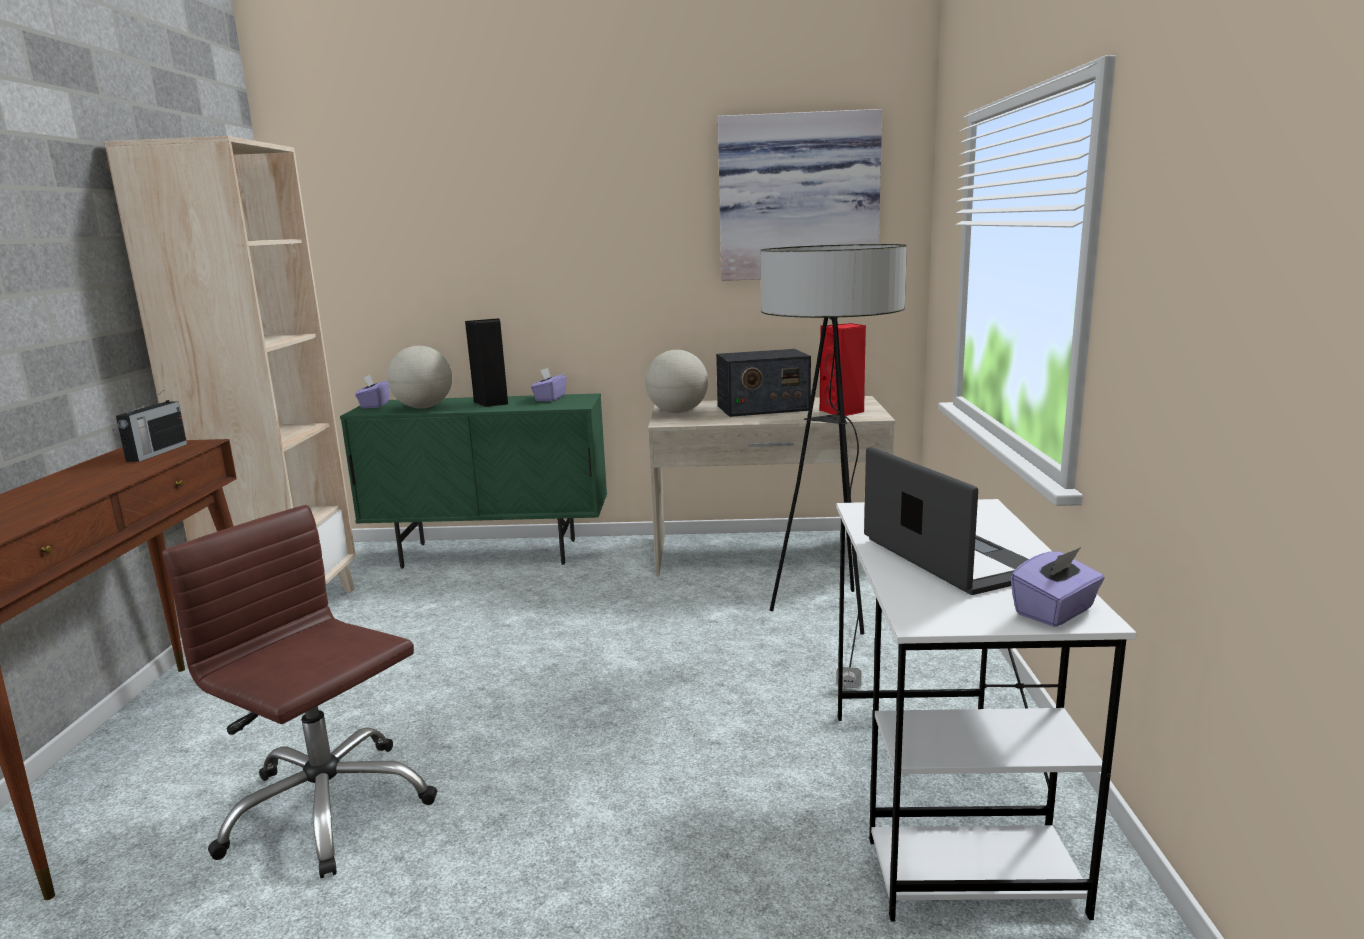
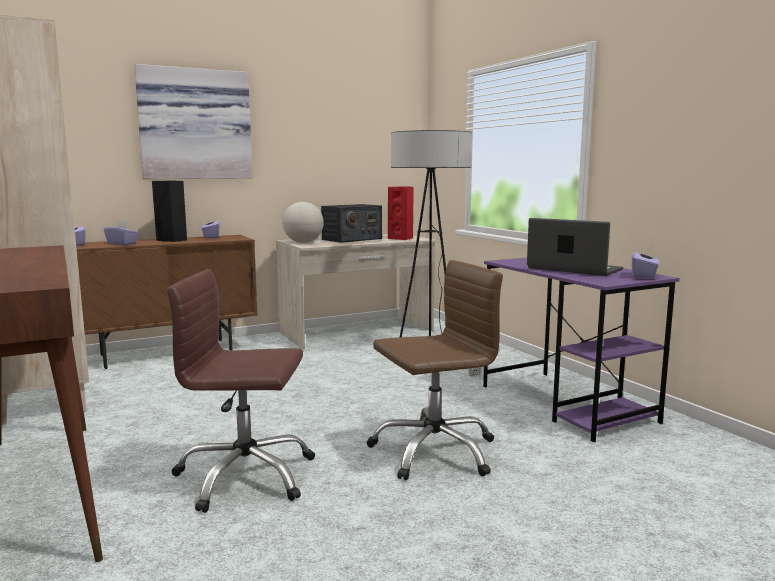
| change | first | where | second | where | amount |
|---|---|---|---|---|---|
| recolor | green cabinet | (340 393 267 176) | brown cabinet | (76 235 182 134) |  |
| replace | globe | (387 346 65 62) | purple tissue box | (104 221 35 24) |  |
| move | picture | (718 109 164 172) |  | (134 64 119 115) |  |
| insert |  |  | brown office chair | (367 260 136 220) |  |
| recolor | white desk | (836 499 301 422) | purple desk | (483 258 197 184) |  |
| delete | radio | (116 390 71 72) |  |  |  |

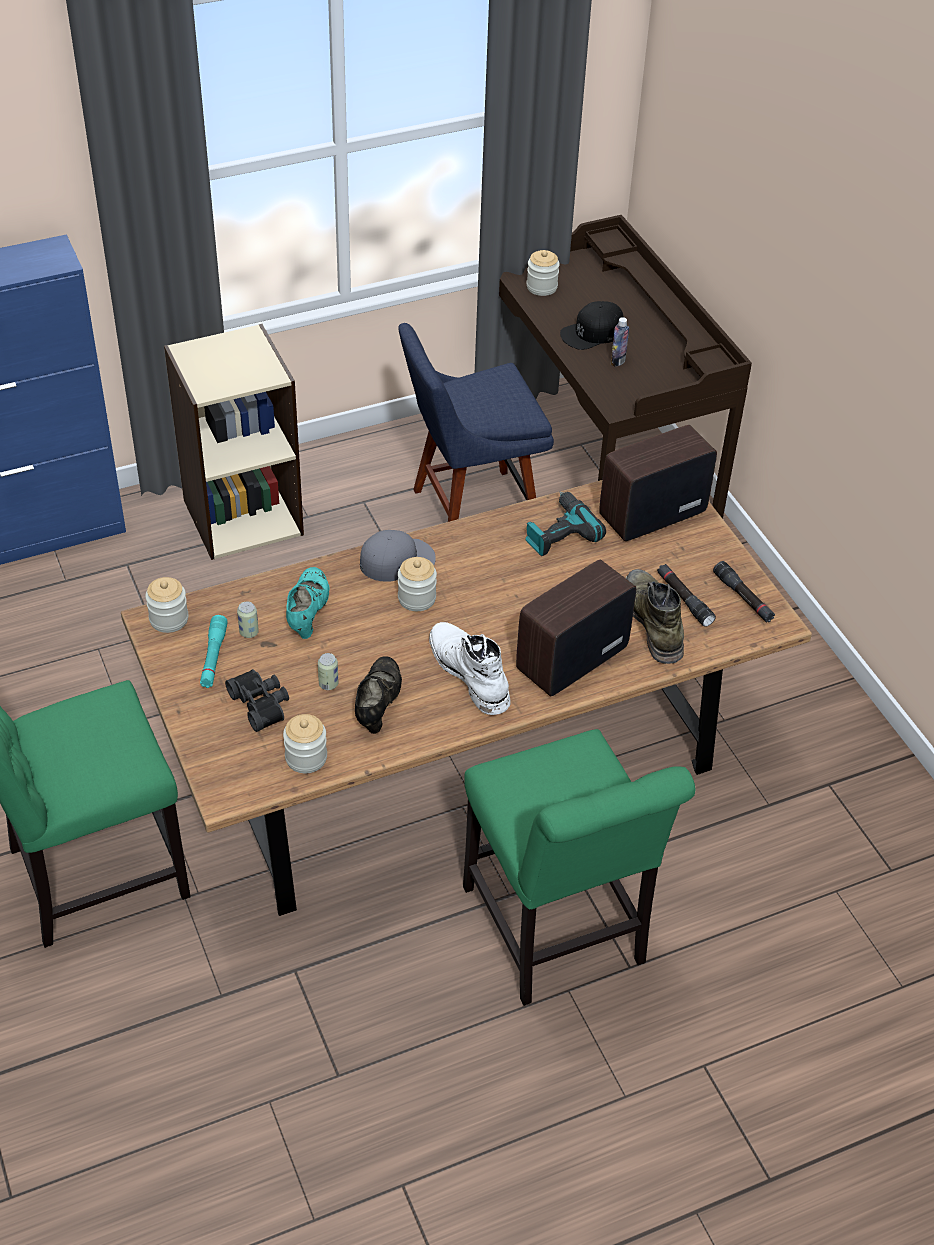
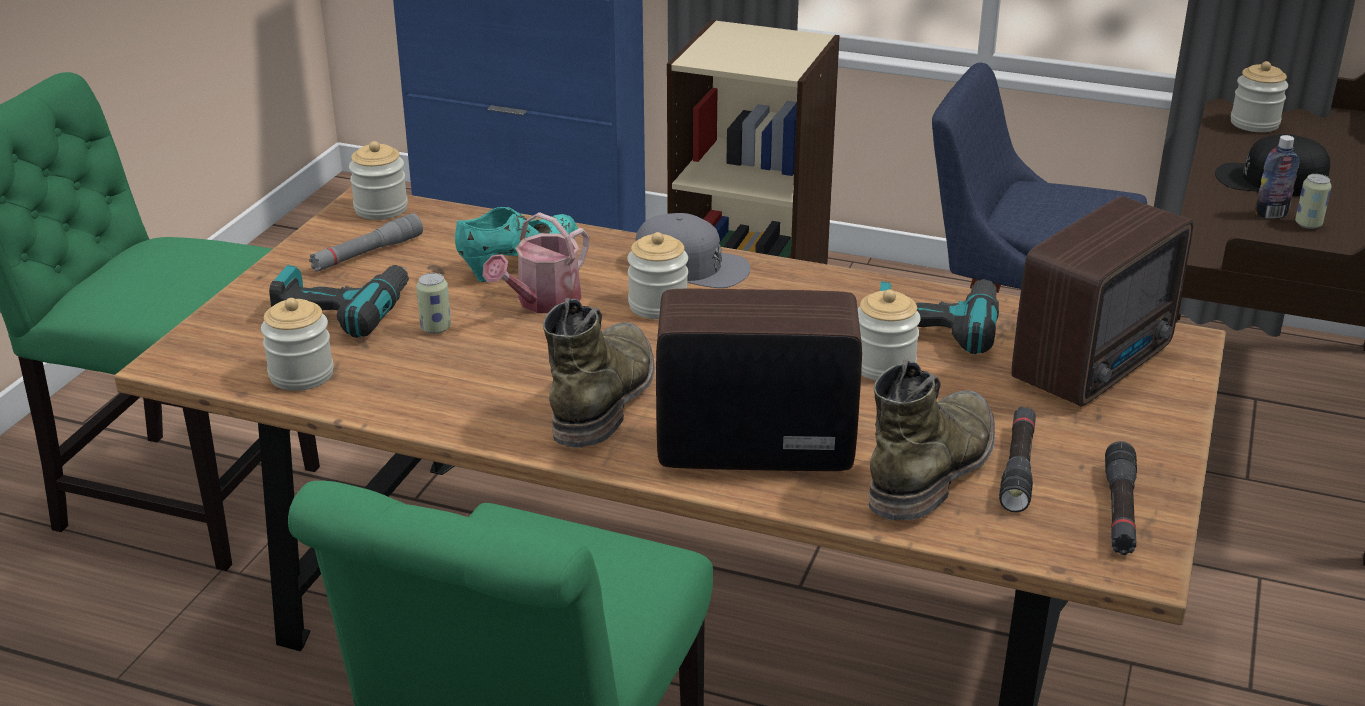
| change | first | where | second | where | amount |
|---|---|---|---|---|---|
| replace | black binoculars | (225 669 64 63) | power drill | (269 265 140 73) |  |
| recolor | turquoise flashlight | (200 615 27 73) | grey flashlight | (309 213 114 59) |  |
| insert |  |  | watering can | (482 212 107 101) |  |
| recolor | white boot | (429 622 82 93) | green boot | (543 298 112 150) |  |
| insert |  |  | jar | (858 289 63 92) |  |
| rotate | radio | (599 425 118 116) |  | (1012 196 181 211) | 120 degrees clockwise |
| move | can | (237 601 22 37) |  | (1295 174 37 55) |  |
| delete | black shoe | (355 656 47 78) |  |  |  |

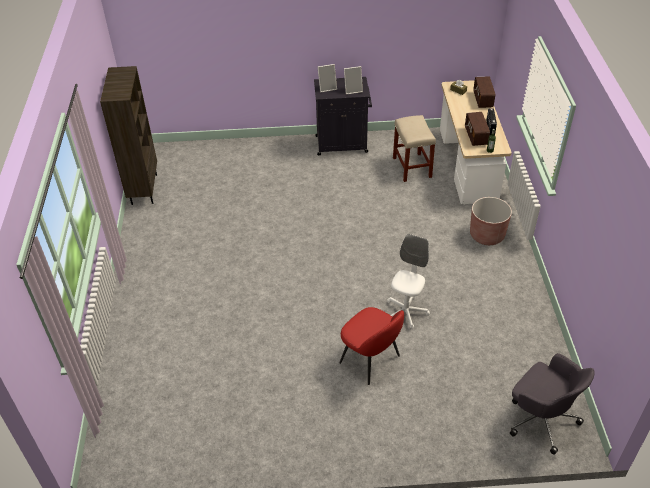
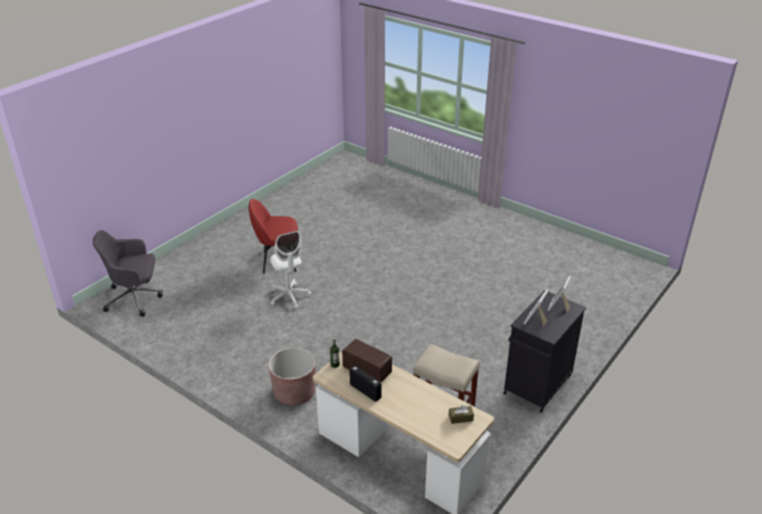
| change | first | where | second | where | amount |
|---|---|---|---|---|---|
| delete | brown bookcase | (100 66 57 139) |  |  |  |
| delete | radio | (473 76 22 32) |  |  |  |

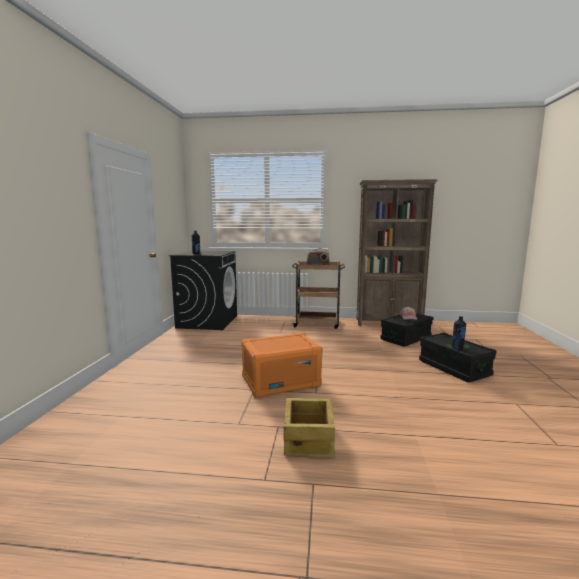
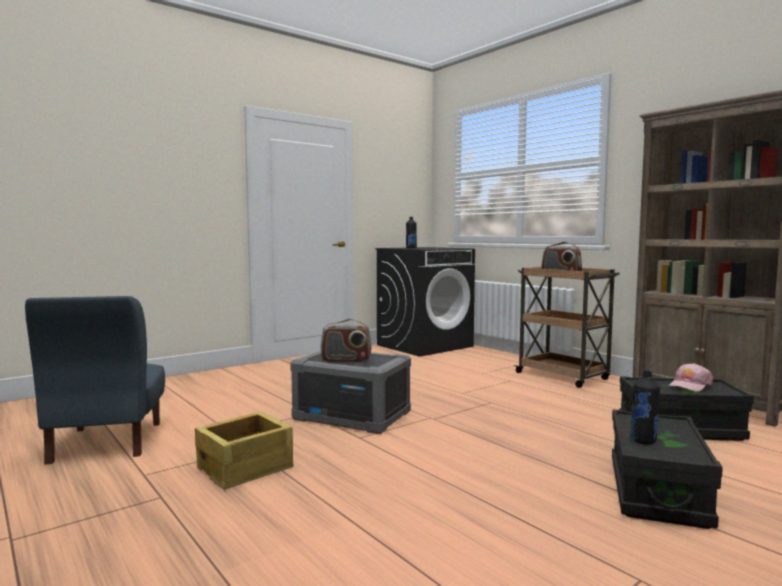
| change | first | where | second | where | amount |
|---|---|---|---|---|---|
| insert |  |  | blue chair | (25 296 140 169) |  |
| recolor | orange storage box | (241 332 81 66) | grey storage box | (290 351 121 83) |  |
| insert |  |  | radio | (321 319 51 44) |  |

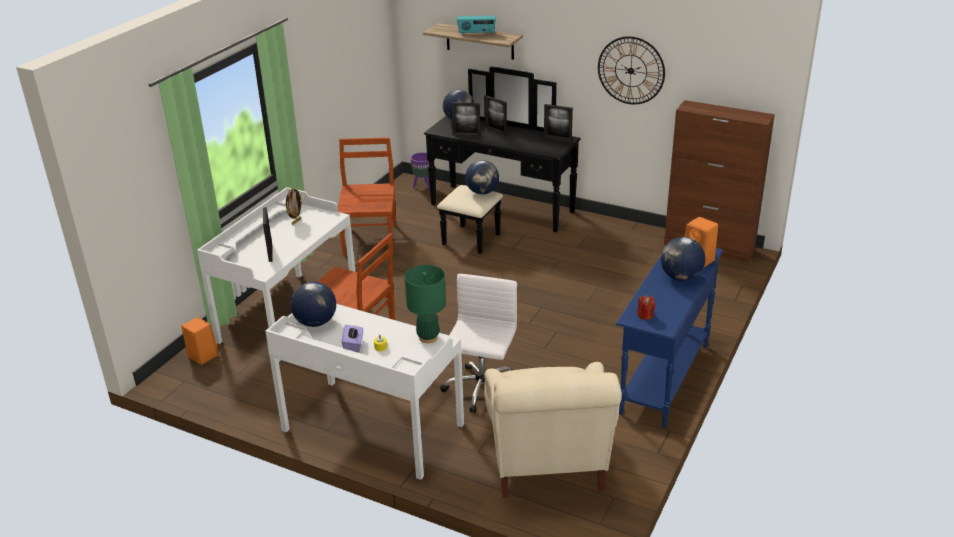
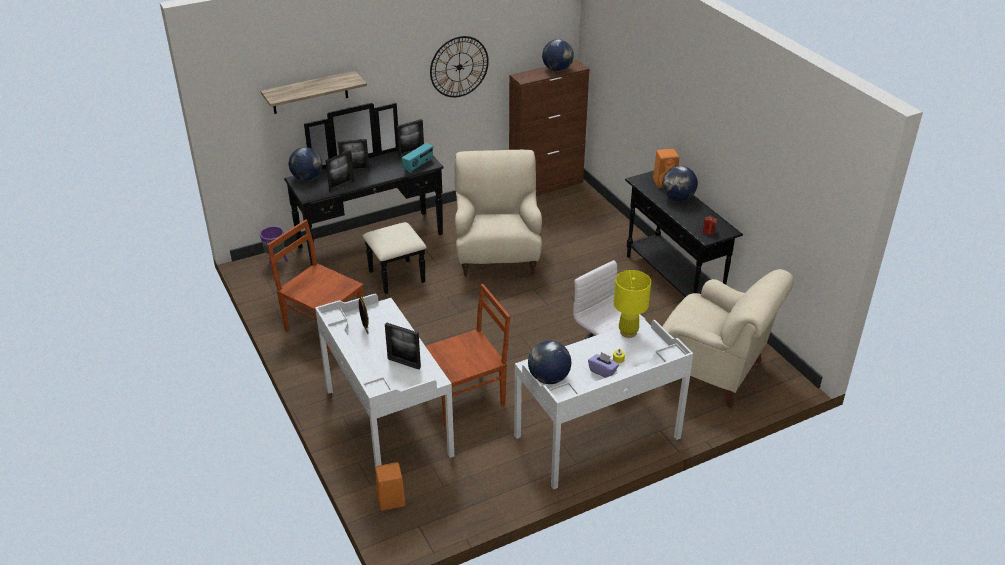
| change | first | where | second | where | amount |
|---|---|---|---|---|---|
| move | radio | (457 16 39 19) |  | (402 143 31 30) |  |
| insert |  |  | beige armchair | (454 150 88 127) |  |
| move | globe | (465 160 34 34) |  | (542 39 32 32) |  |
| recolor | green table lamp | (404 265 42 78) | yellow table lamp | (614 270 37 68) |  |
| recolor | blue console table | (616 239 107 189) | black console table | (625 171 118 126) |  |

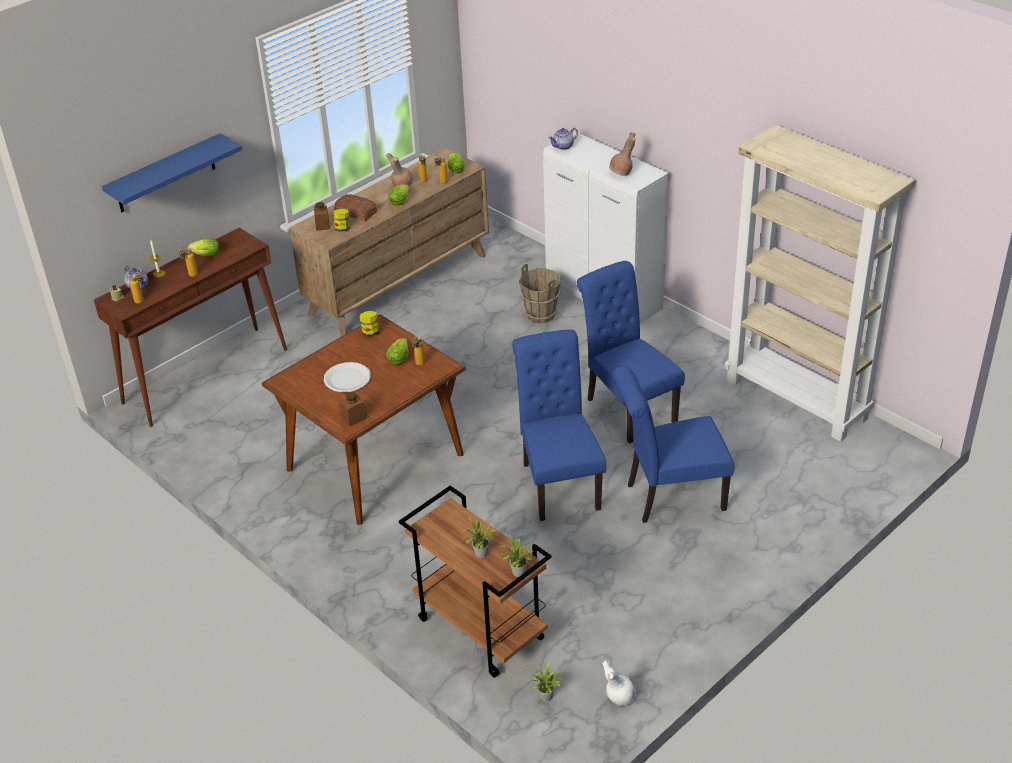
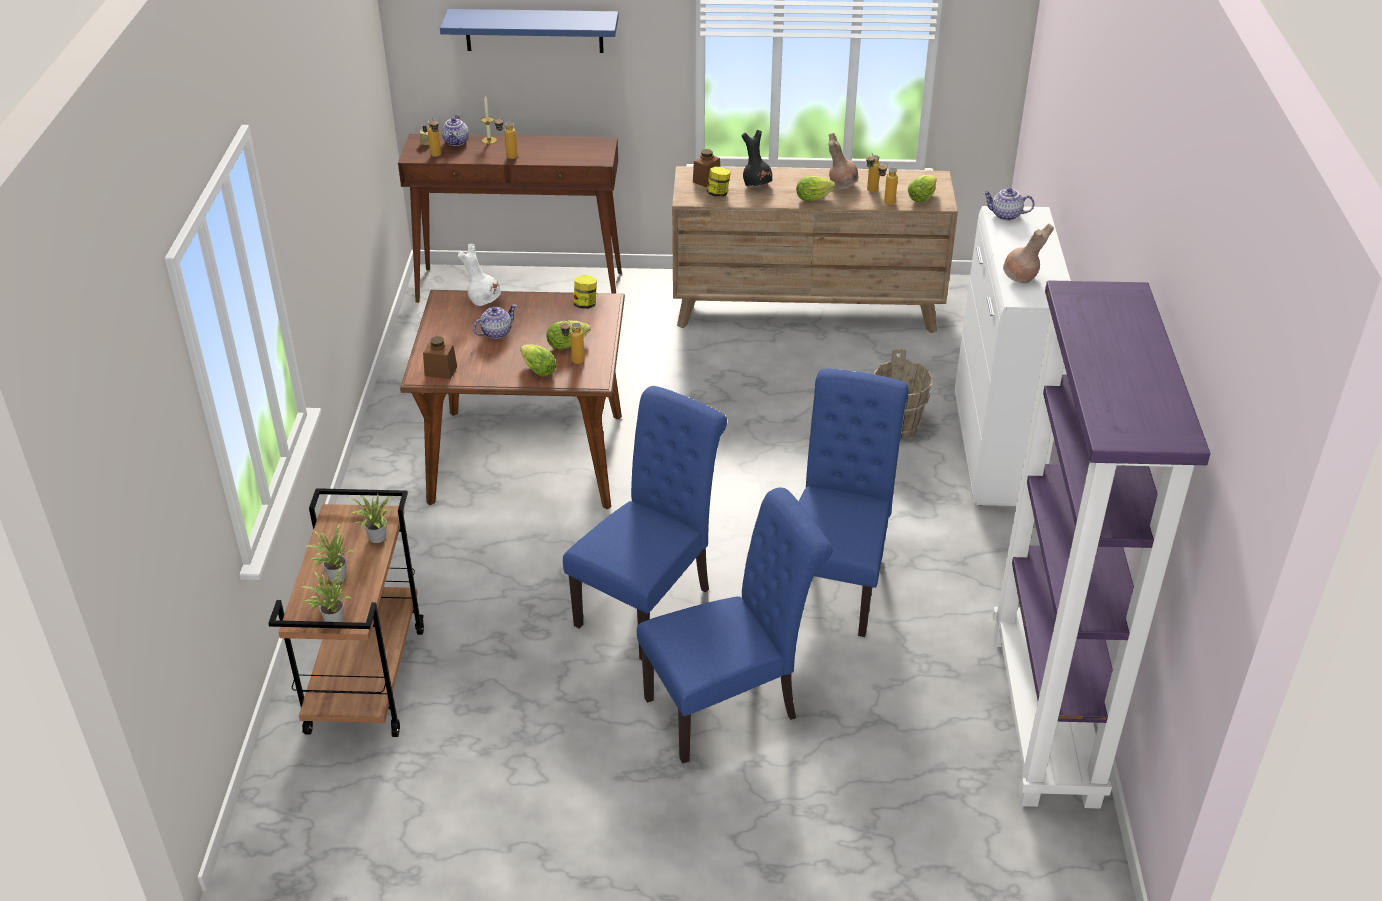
| change | first | where | second | where | amount |
|---|---|---|---|---|---|
| move | potted plant | (530 662 32 39) |  | (349 494 43 49) |  |
| move | white vase | (602 660 34 46) |  | (457 244 44 62) |  |
| replace | white plate | (324 362 47 30) | teapot | (473 304 44 35) |  |
| move | lettuce | (188 238 32 18) |  | (520 344 36 32) |  |
| rotate | blue chair | (613 366 122 157) |  | (637 488 195 276) | 120 degrees clockwise |
| replace | bread | (334 194 43 27) | black vase | (742 130 30 57) |  |
| recolor | beige bookcase | (724 125 191 317) | purple bookcase | (993 280 218 529) |  |

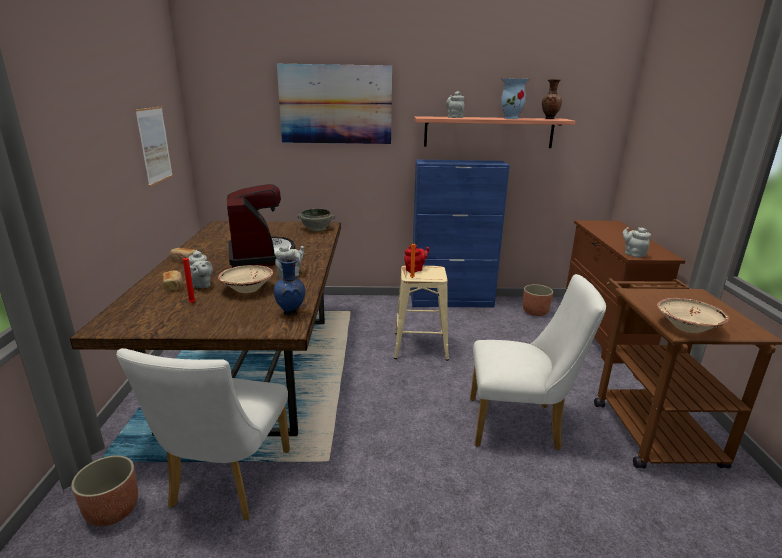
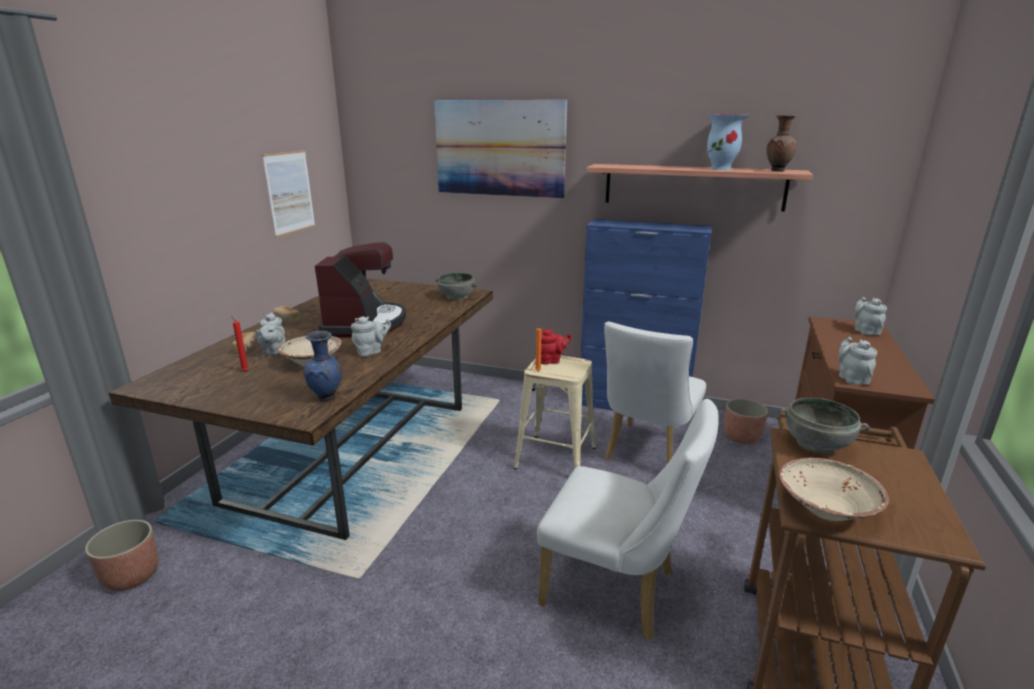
| change | first | where | second | where | amount |
|---|---|---|---|---|---|
| move | white chair | (116 348 174 172) |  | (604 322 102 142) |  |
| insert |  |  | grey bowl | (778 398 91 56) |  |
| move | grey teapot | (446 91 18 27) |  | (854 297 33 38) |  |

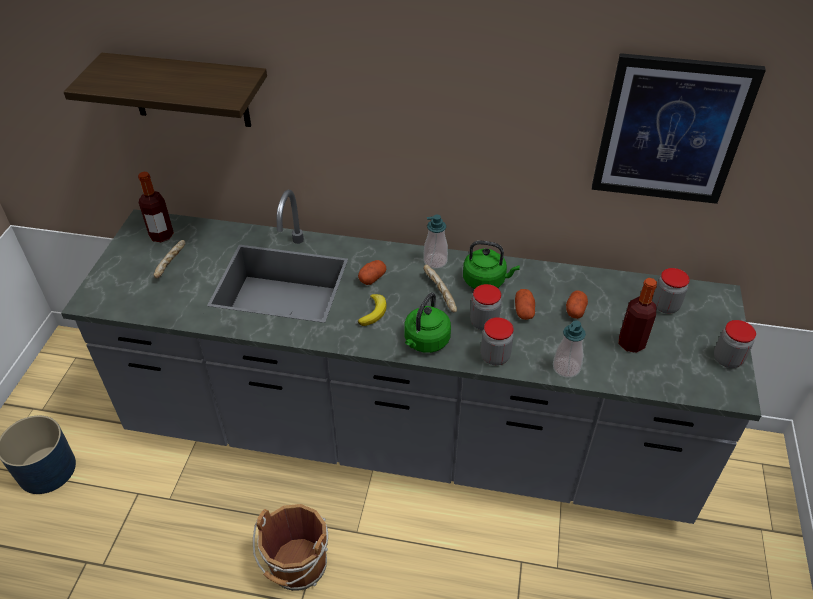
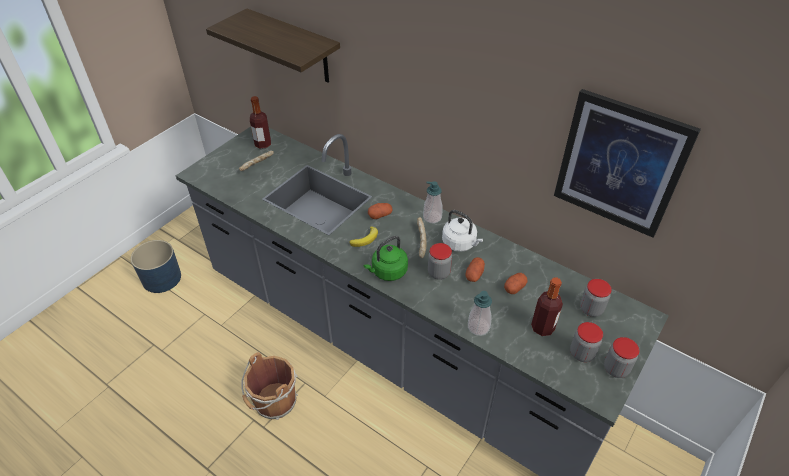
| change | first | where | second | where | amount |
|---|---|---|---|---|---|
| recolor | green kettle | (463 241 57 48) | white kettle | (442 210 41 42) |  |
| move | jar | (481 317 33 48) |  | (570 322 33 40) |  |

